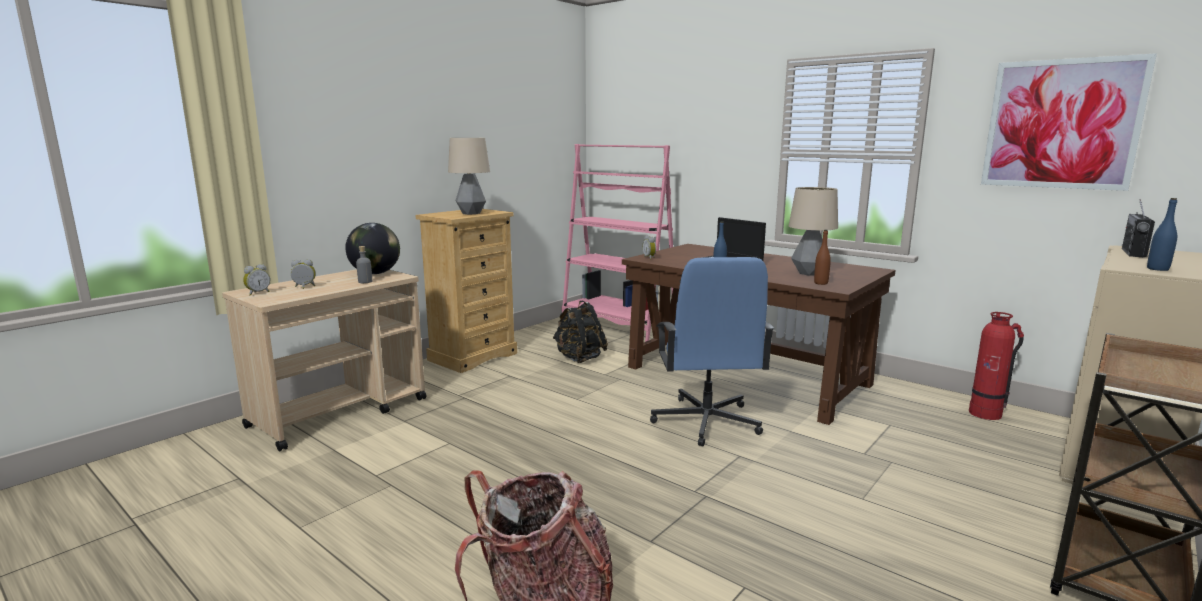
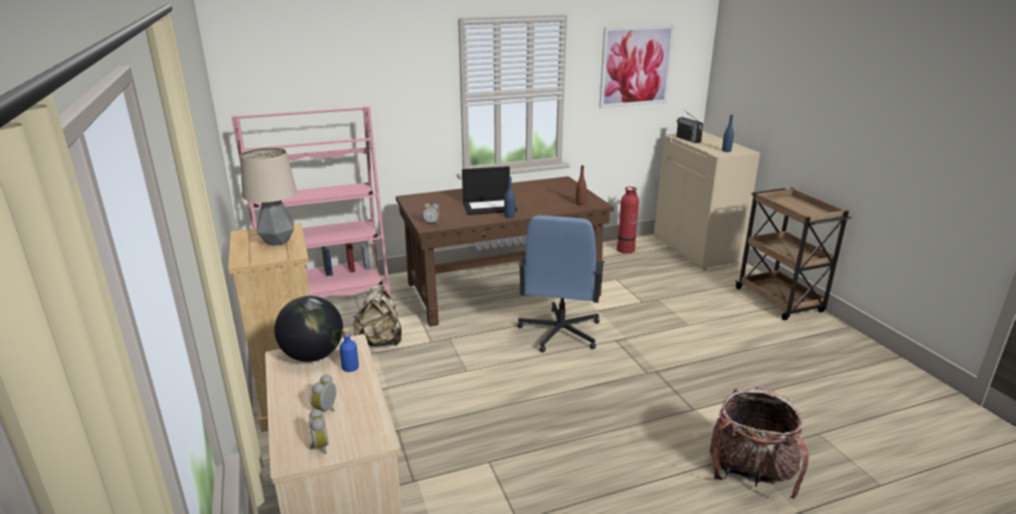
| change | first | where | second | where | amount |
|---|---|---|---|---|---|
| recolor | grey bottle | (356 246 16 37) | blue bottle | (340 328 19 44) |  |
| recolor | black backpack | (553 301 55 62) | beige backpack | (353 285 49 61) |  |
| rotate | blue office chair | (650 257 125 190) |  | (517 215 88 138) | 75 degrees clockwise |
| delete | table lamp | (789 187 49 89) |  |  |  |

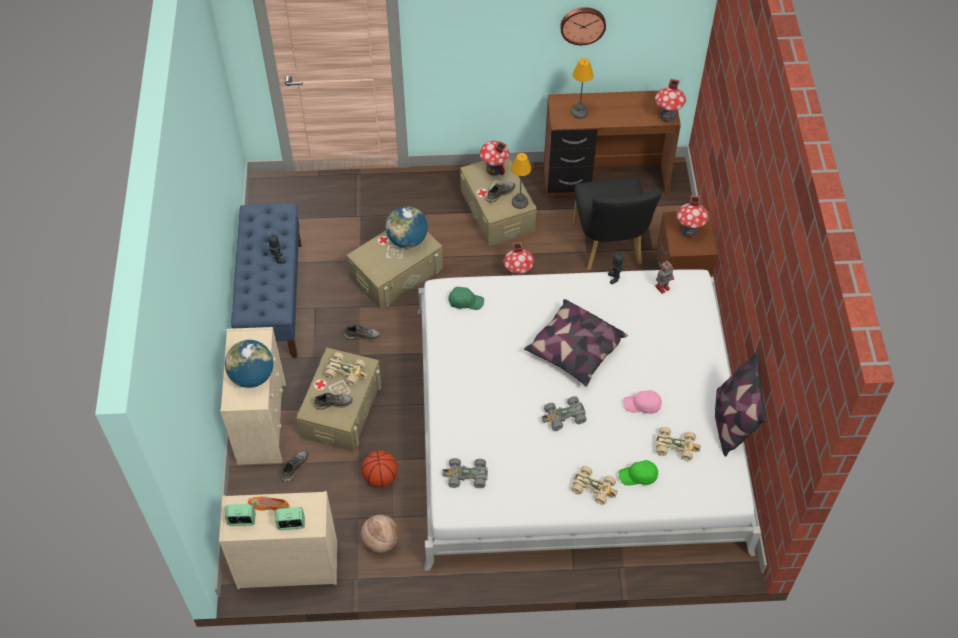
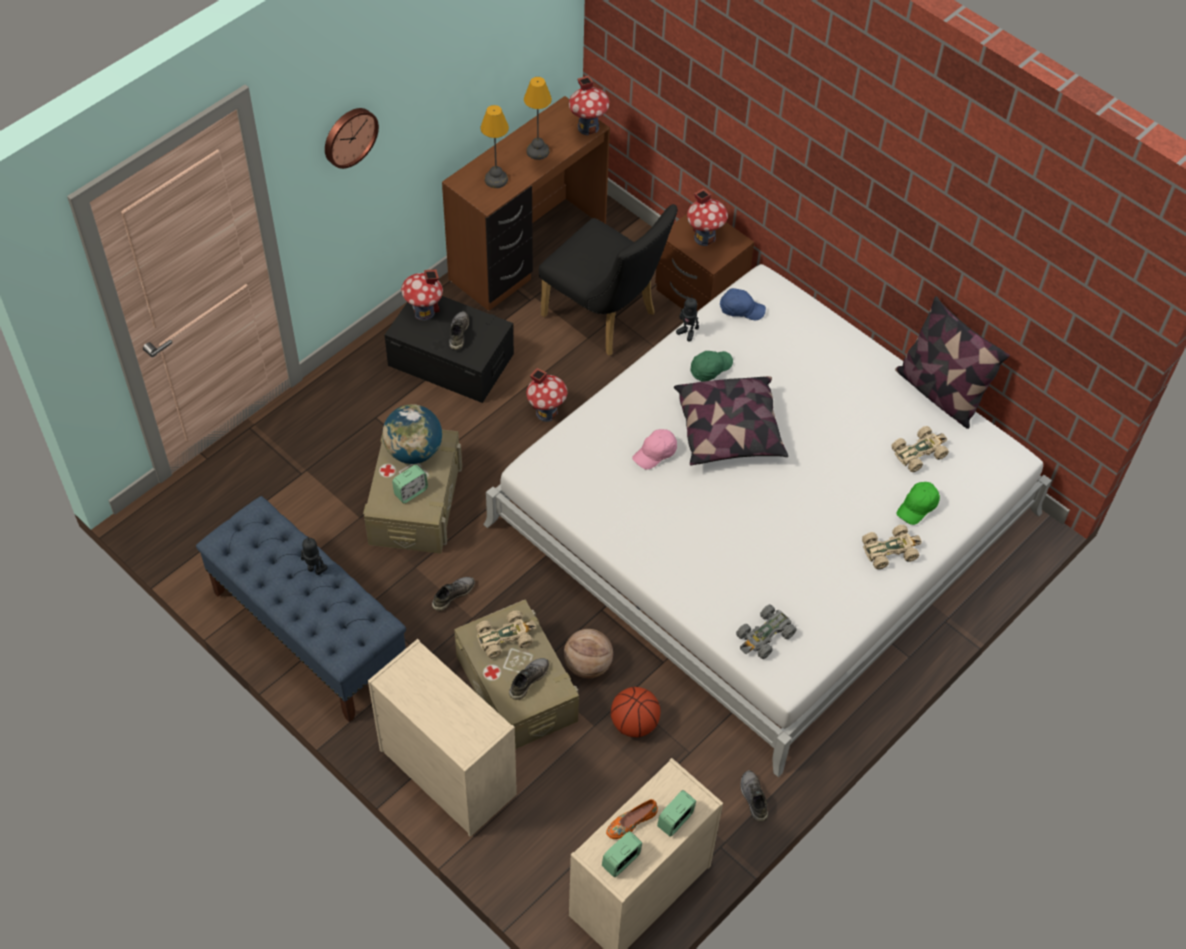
| change | first | where | second | where | amount |
|---|---|---|---|---|---|
| move | wall clock | (560 7 46 38) |  | (325 108 54 61) |  |
| recolor | beige storage box | (460 158 76 88) | black storage box | (385 296 129 107) |  |
| insert |  |  | alarm clock | (392 465 36 38) |  |
| move | table lamp | (511 153 21 56) |  | (524 77 28 83) |  |
| move | basketball | (361 515 38 38) |  | (564 629 49 49) |  |
| move | pink cap | (624 390 38 24) |  | (632 429 45 41) |  |
| move | green cap | (448 287 36 23) |  | (691 351 42 31) |  |
| replace | toy robot | (655 261 19 33) | blue cap | (720 288 46 32) |  |
| move | grey shoe | (281 451 28 31) |  | (740 770 28 52) |  |
| delete | globe | (225 340 48 48) |  |  |  |
| delete | grey toy car | (542 396 45 35) |  |  |  |

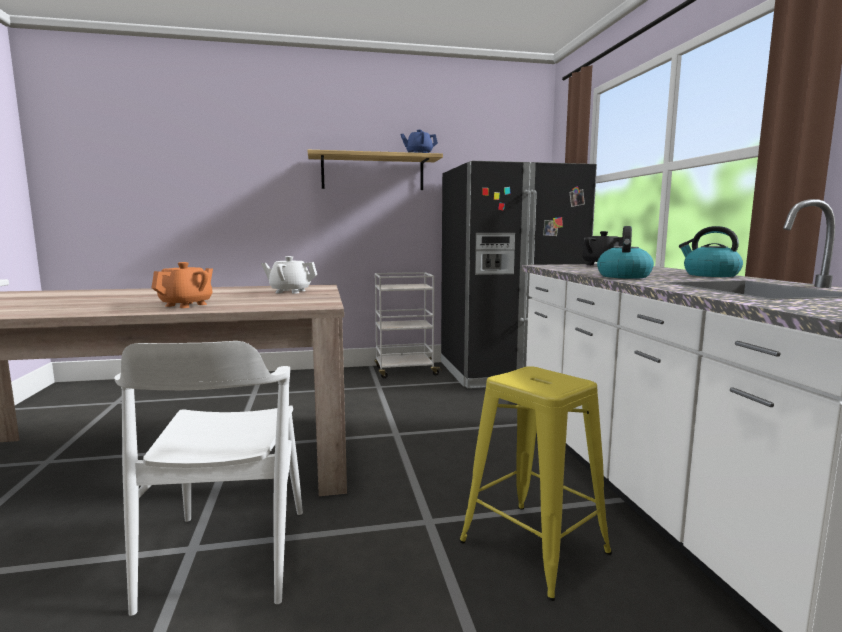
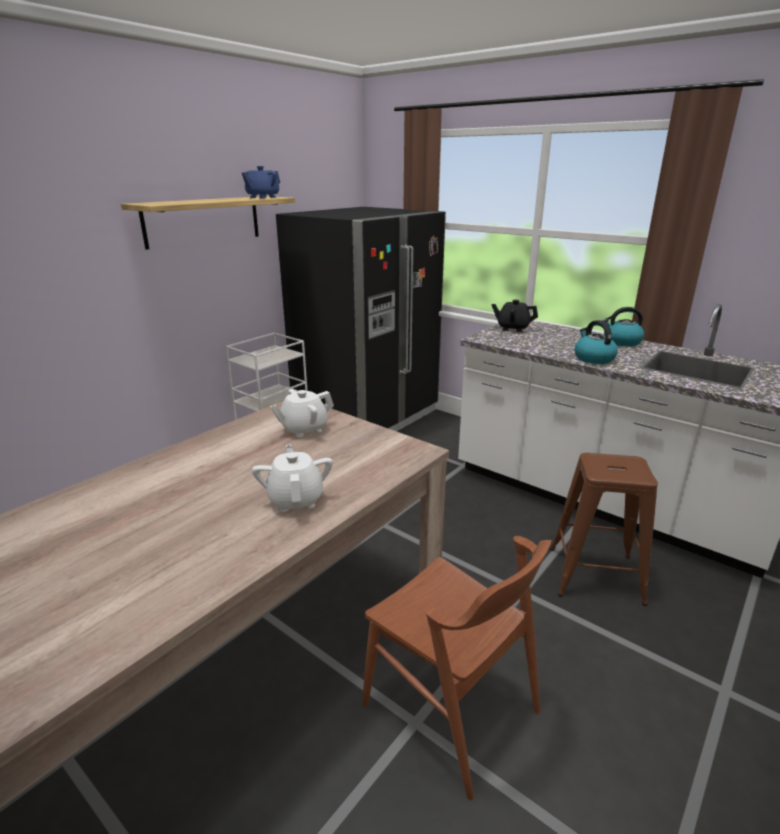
| change | first | where | second | where | amount |
|---|---|---|---|---|---|
| recolor | orange teapot | (151 262 62 46) | white teapot | (252 444 81 68) |  |
| recolor | white chair | (114 341 189 275) | brown chair | (362 536 190 265) |  |
| recolor | yellow stool | (459 366 153 235) | brown stool | (550 453 108 153) |  |

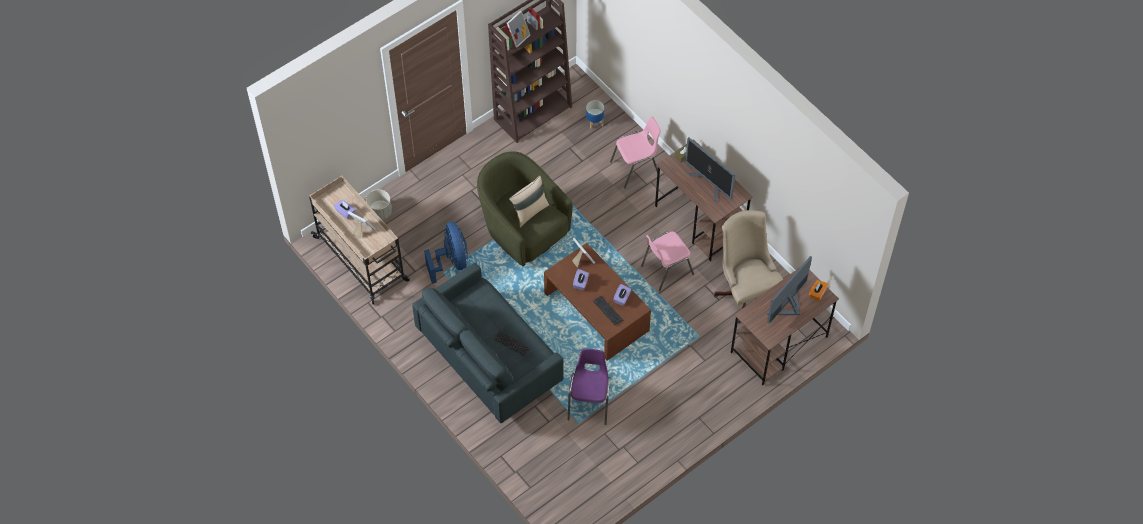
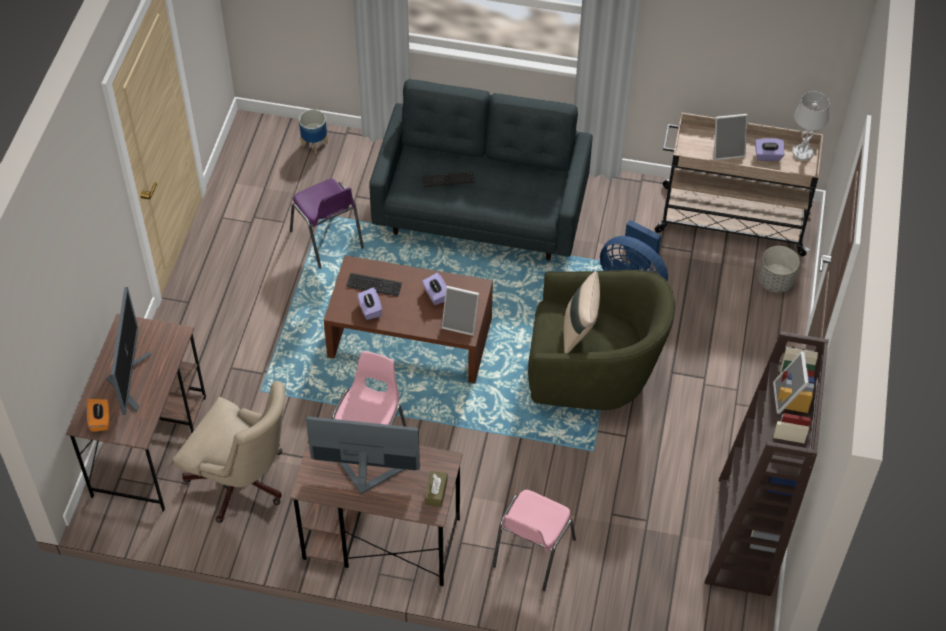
| change | first | where | second | where | amount |
|---|---|---|---|---|---|
| move | planter | (586 100 18 28) |  | (299 109 29 45) |  |
| insert |  |  | white table lamp | (793 92 36 69) |  |

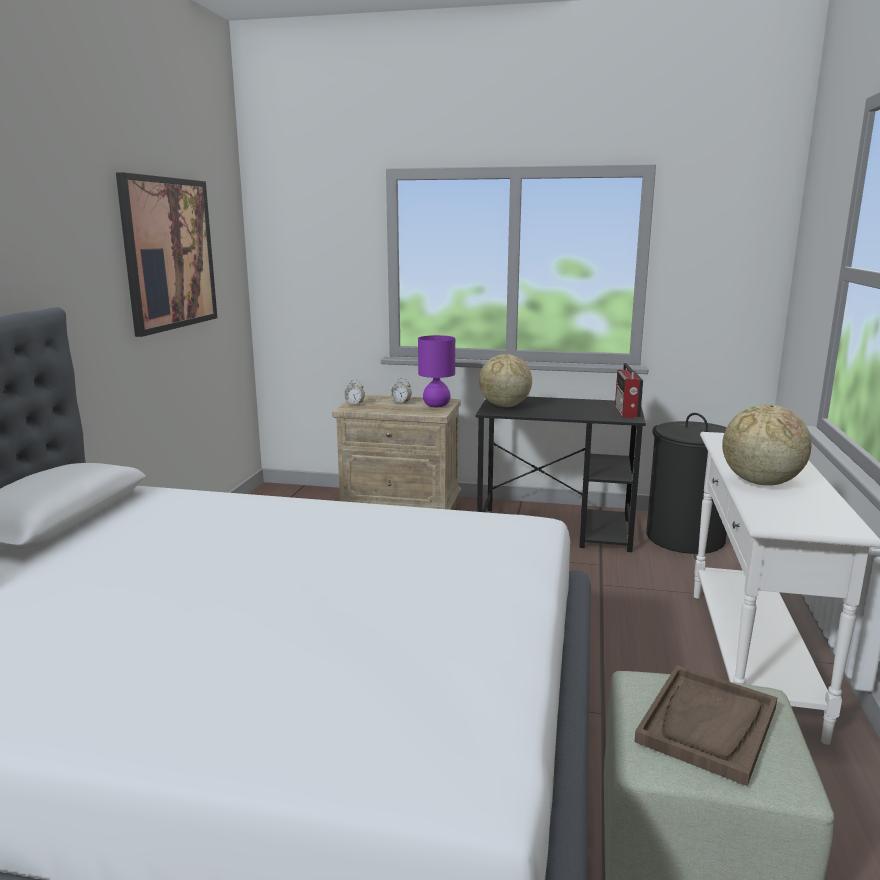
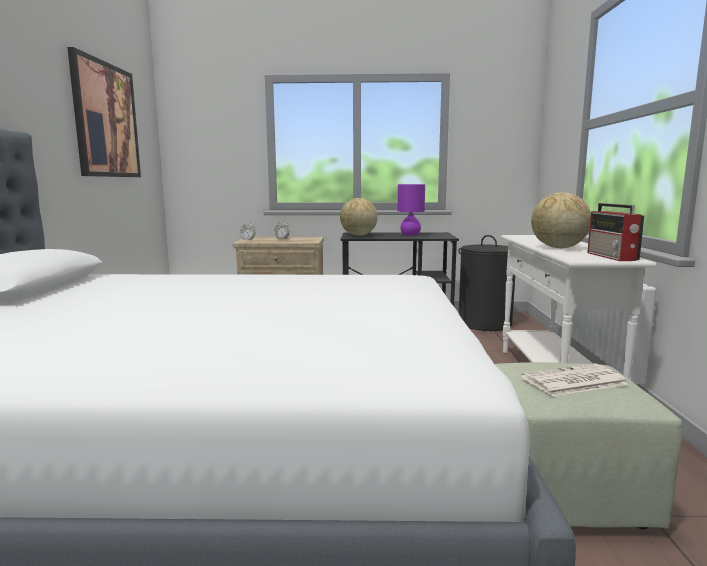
| change | first | where | second | where | amount |
|---|---|---|---|---|---|
| move | purple table lamp | (418 335 37 73) |  | (398 184 27 52) |  |
| replace | brown tray | (634 665 143 121) | newspaper | (521 363 108 33) |  |
| move | radio | (615 363 28 55) |  | (587 203 57 58) |  |

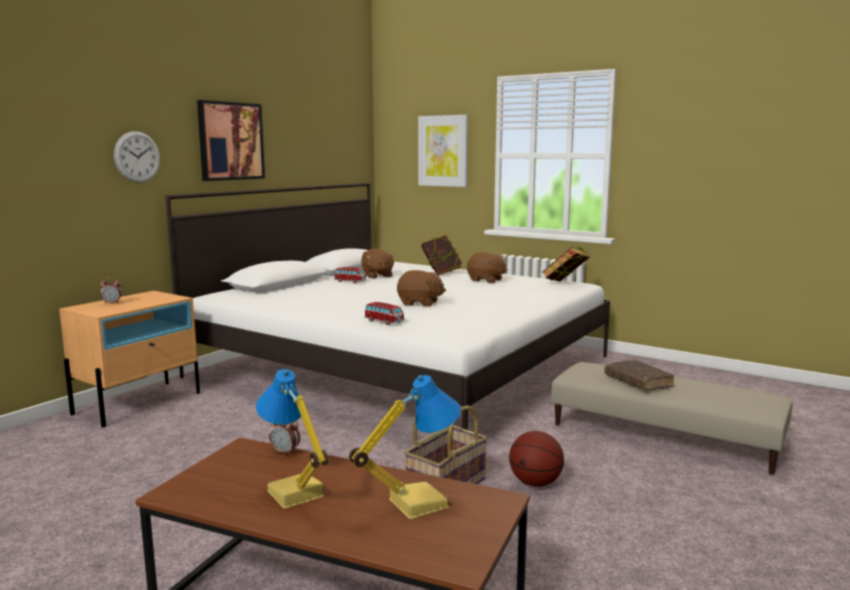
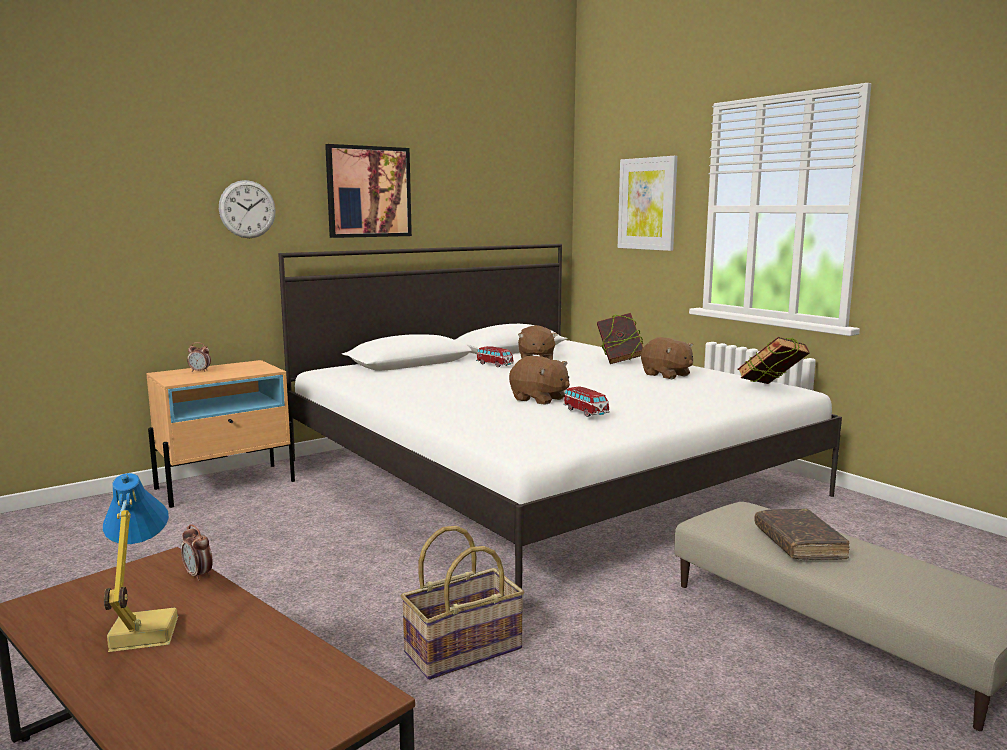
| change | first | where | second | where | amount |
|---|---|---|---|---|---|
| move | toy car | (364 302 40 23) |  | (563 386 47 31) |  |
| delete | table lamp | (349 375 112 144) |  |  |  |
| delete | basketball | (509 431 55 56) |  |  |  |

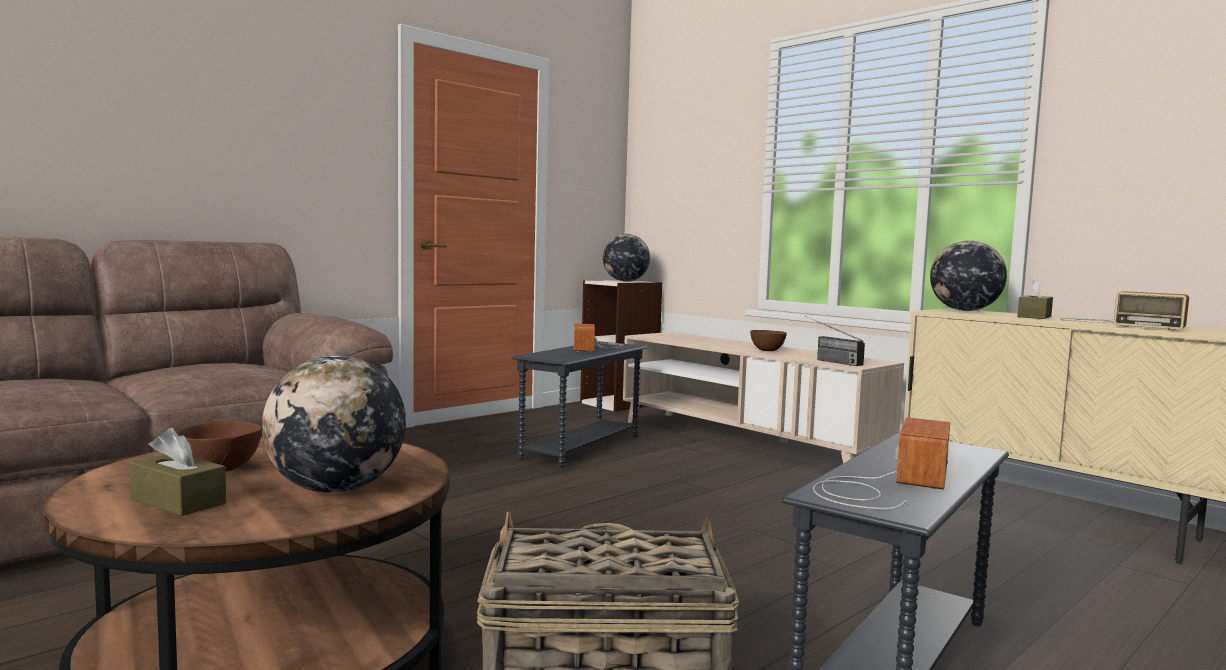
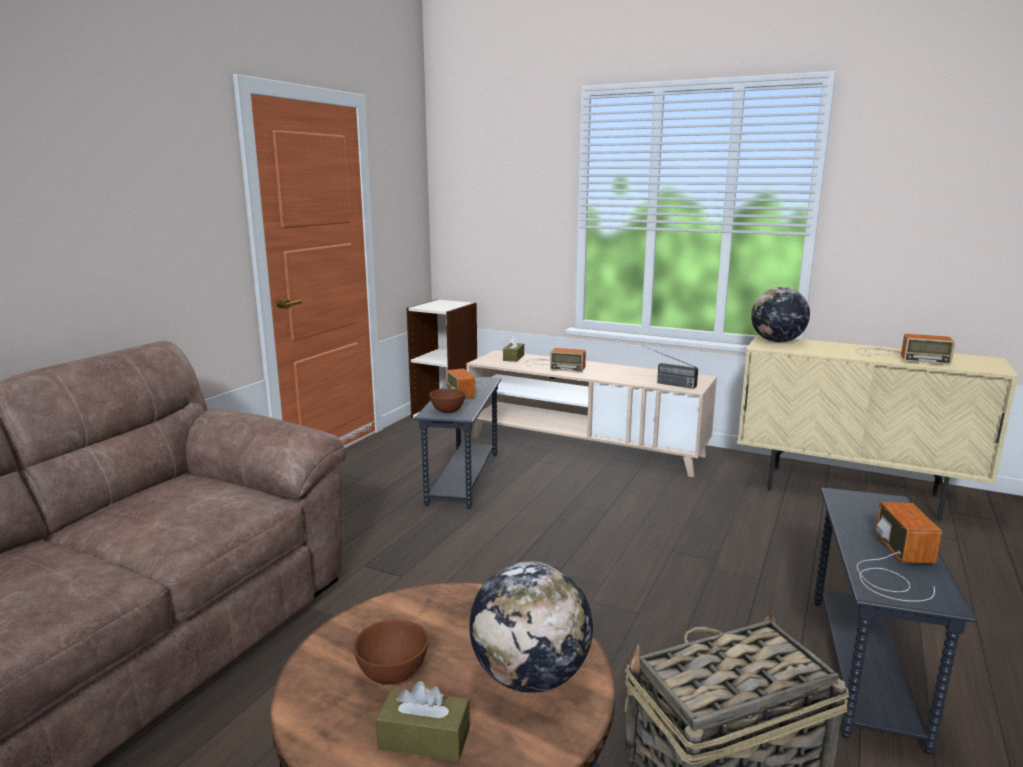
| change | first | where | second | where | amount |
|---|---|---|---|---|---|
| move | brown bowl | (750 330 37 21) |  | (430 389 35 24) |  |
| move | brown tissue box | (1017 278 36 41) |  | (503 335 21 27) |  |
| insert |  |  | radio | (525 348 61 24) |  |
| delete | globe | (603 234 47 48) |  |  |  |

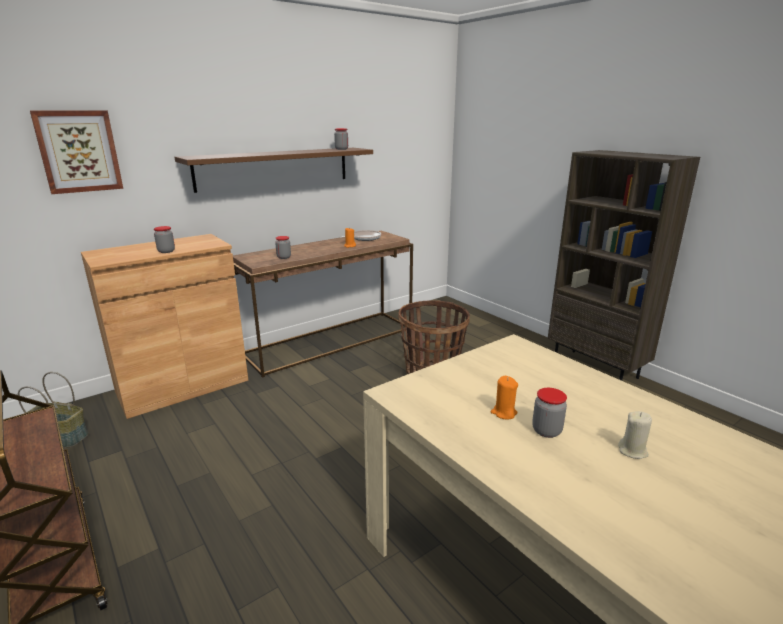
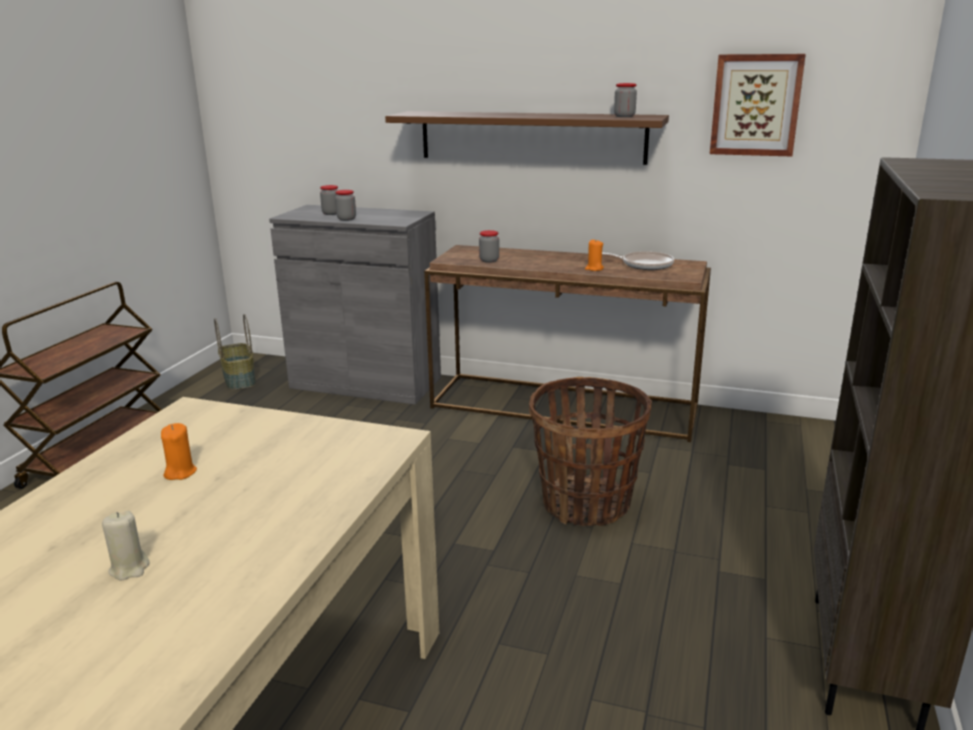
| change | first | where | second | where | amount |
|---|---|---|---|---|---|
| recolor | brown cabinet | (81 234 167 185) | grey cabinet | (269 205 172 200) |  |
| move | jar | (532 388 35 50) |  | (320 185 18 30) |  |
| move | picture | (30 110 93 84) |  | (710 54 96 103) |  |

